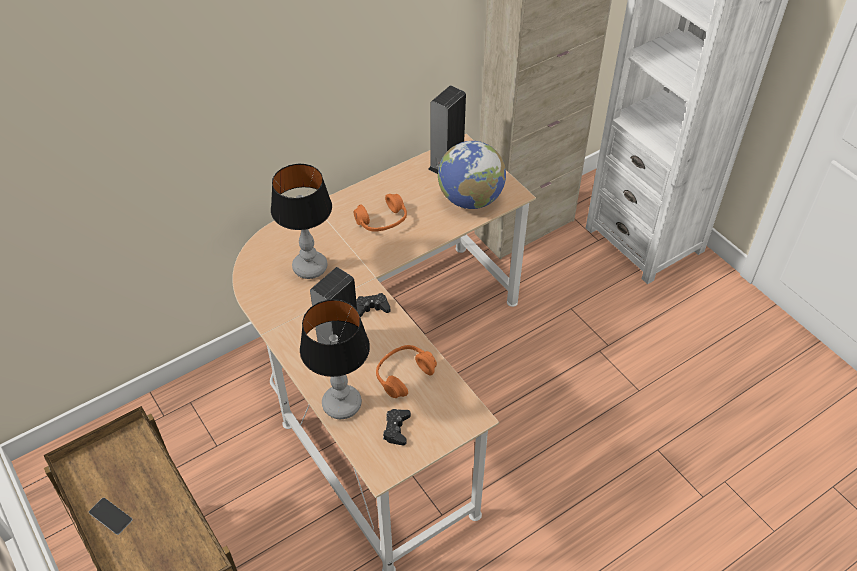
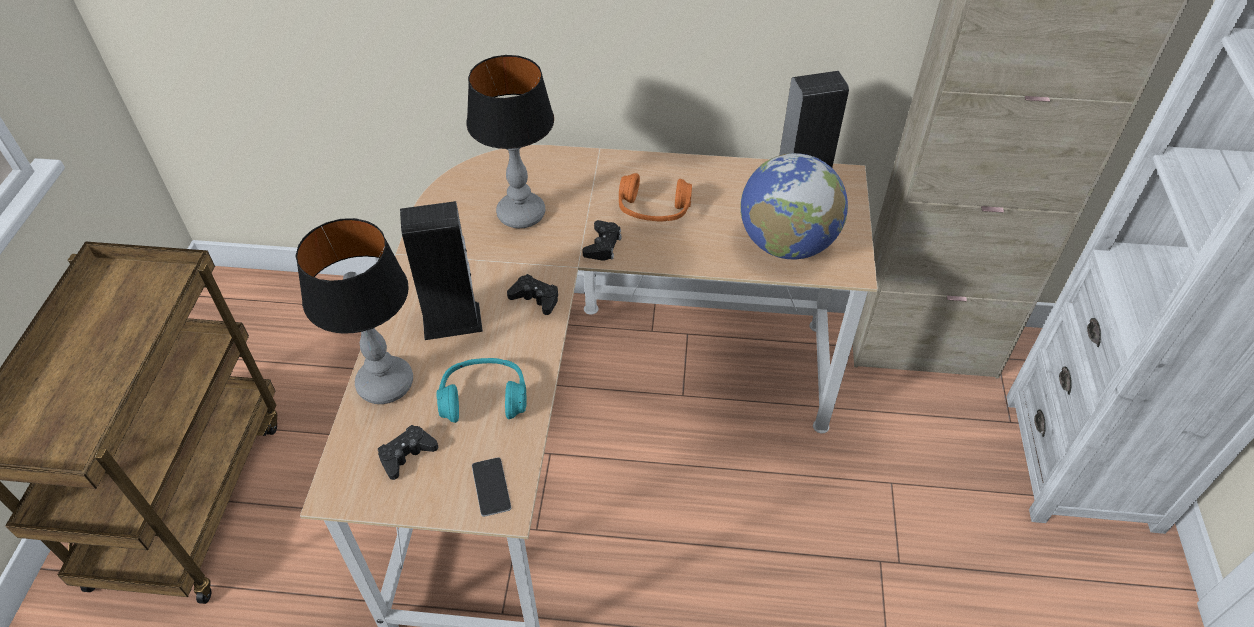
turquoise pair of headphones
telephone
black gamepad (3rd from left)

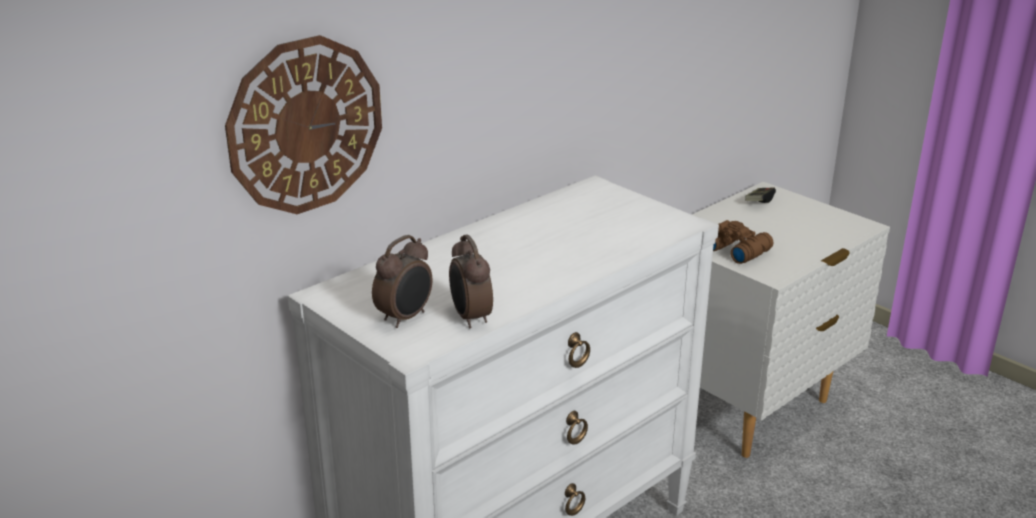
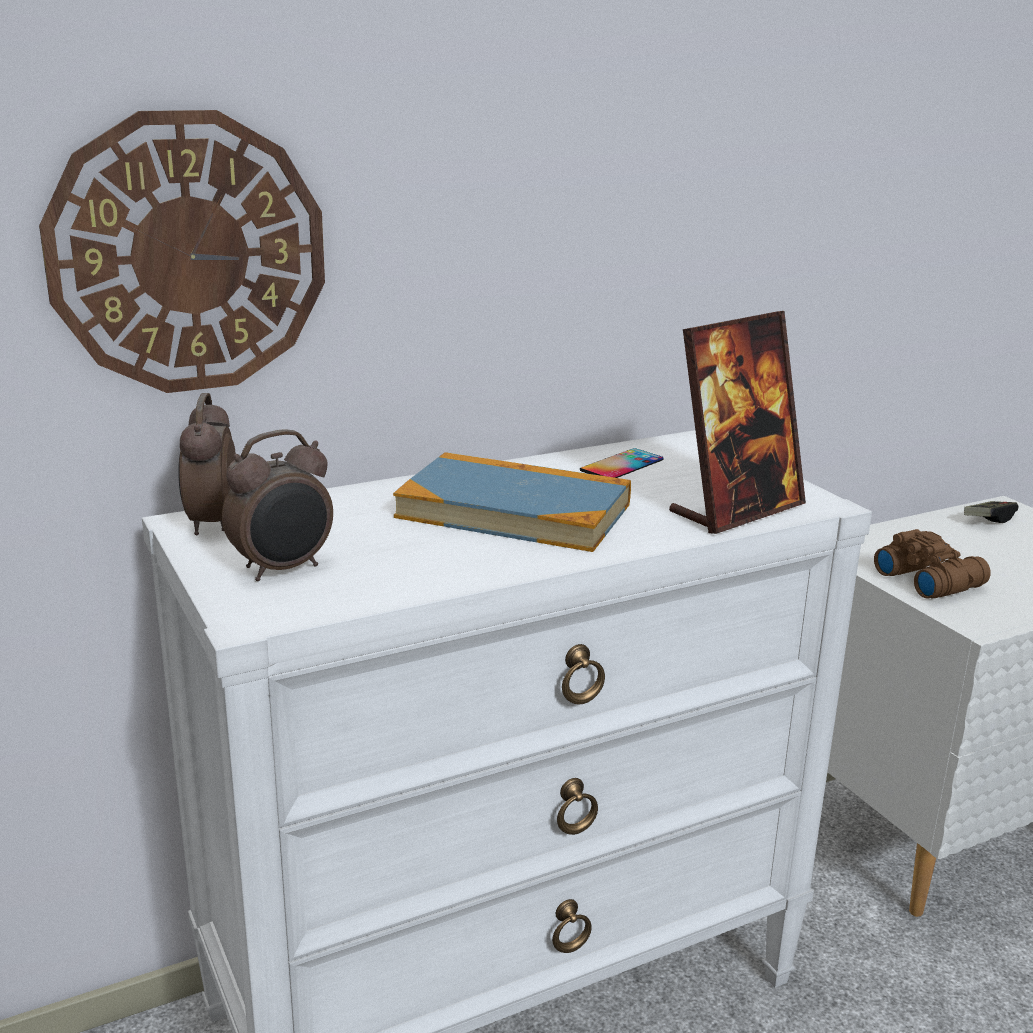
table clock (1st from left)
picture frame
telephone
volume

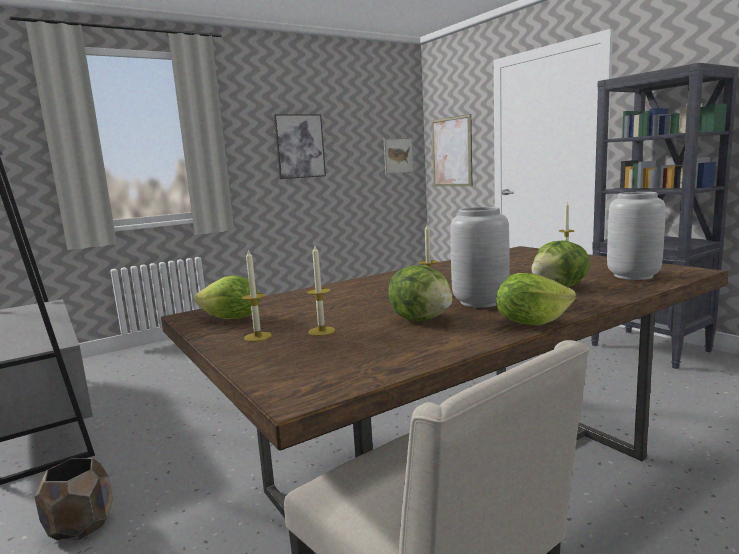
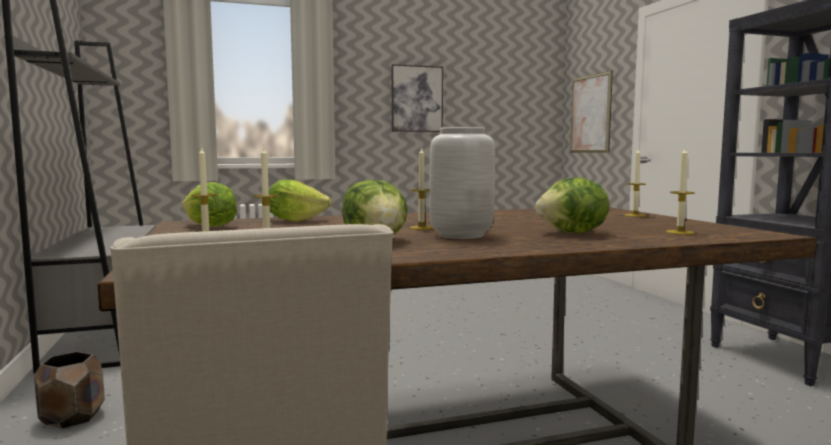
wall picture (2nd from left in the first image)
wax light (5th from left)
lettuce head (2nd from left)

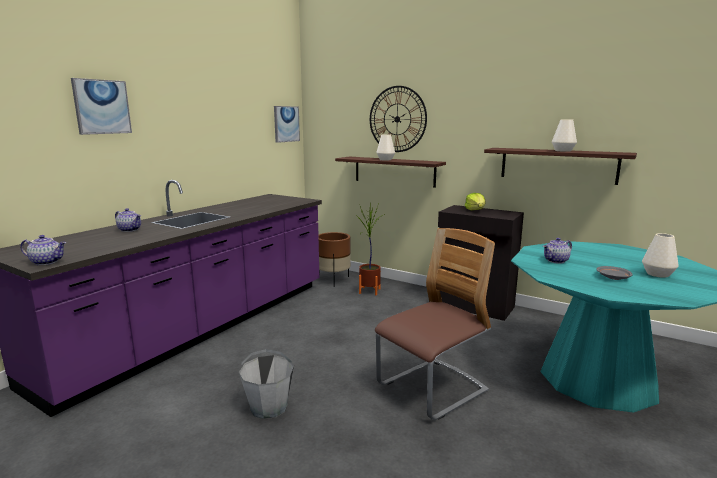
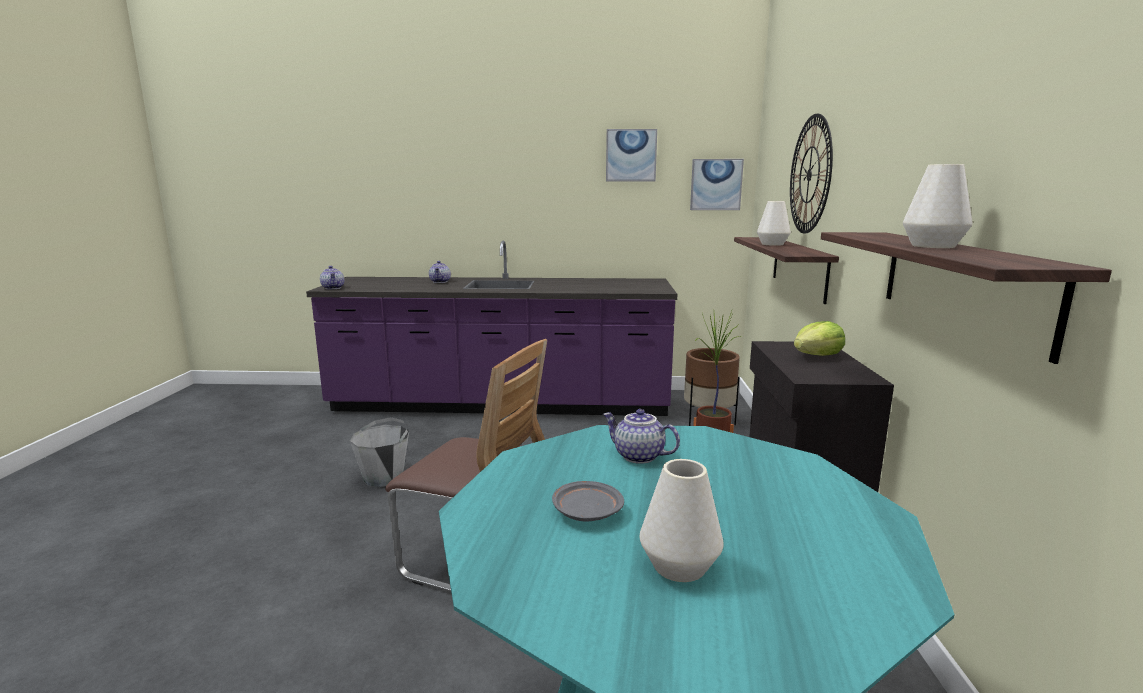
wall picture (1st from left)

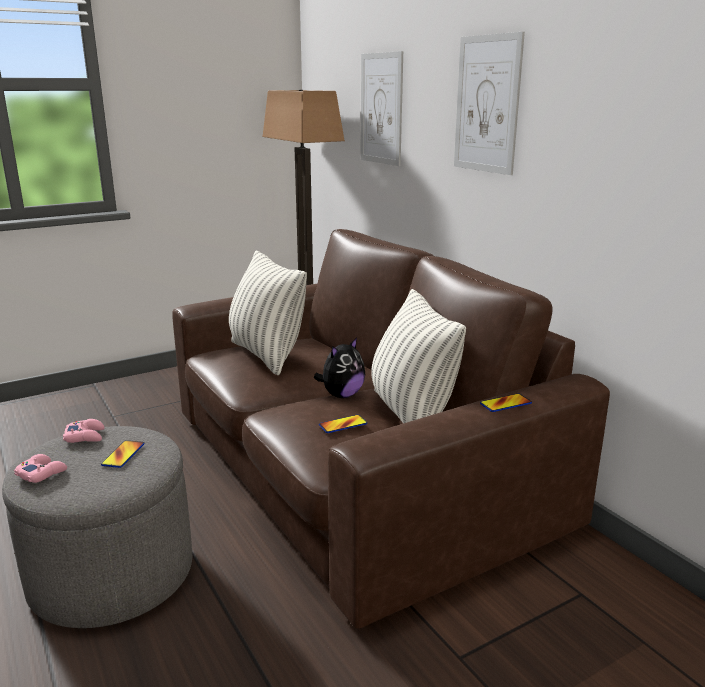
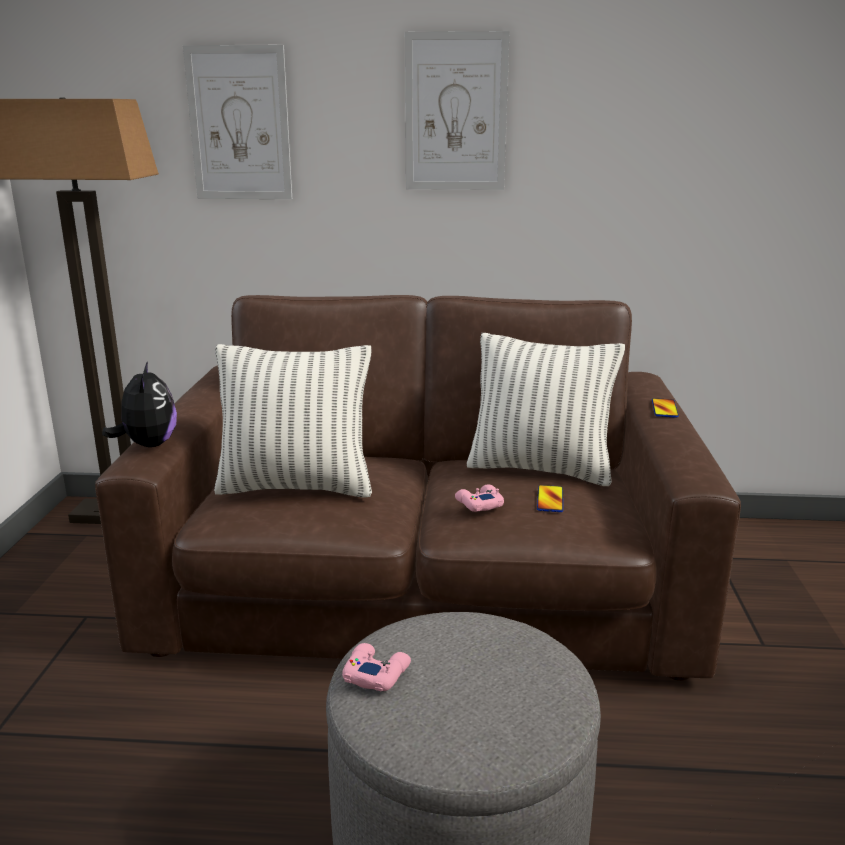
plush toy
telephone (1st from left in the first image)
pinkish gamepad (2nd from left)

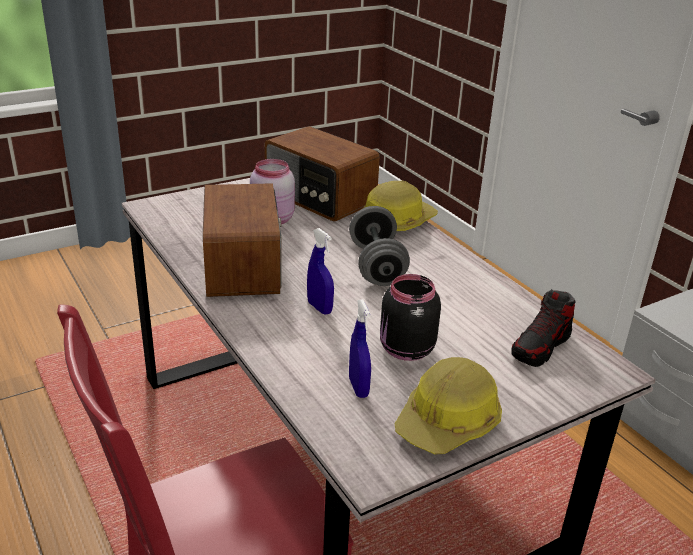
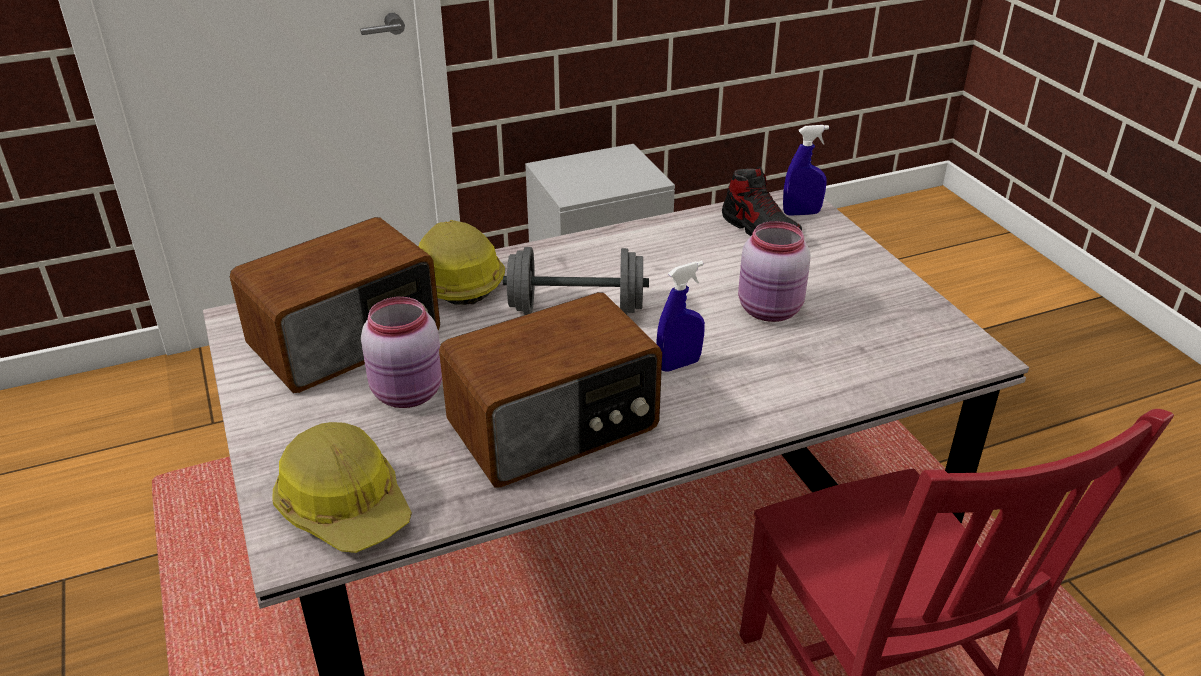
radio receiver (2nd from left)
pinkish jar (2nd from left)
blue-coloured sprayer (2nd from left)
work helmet (1st from left)

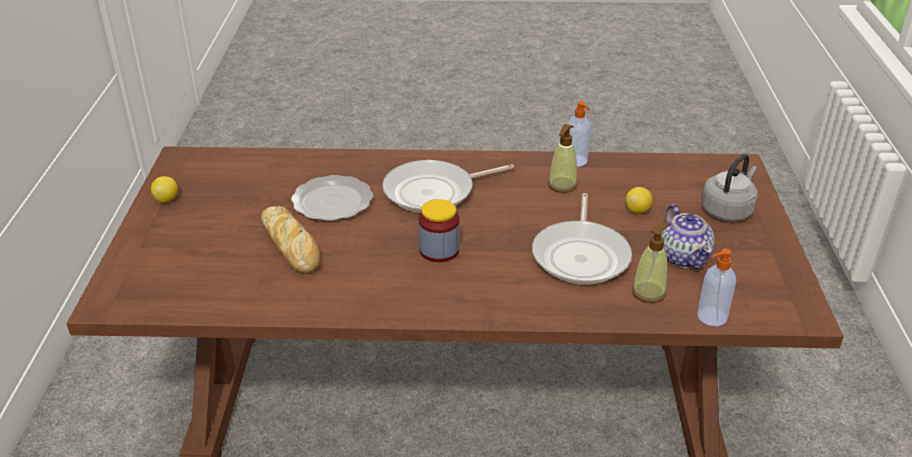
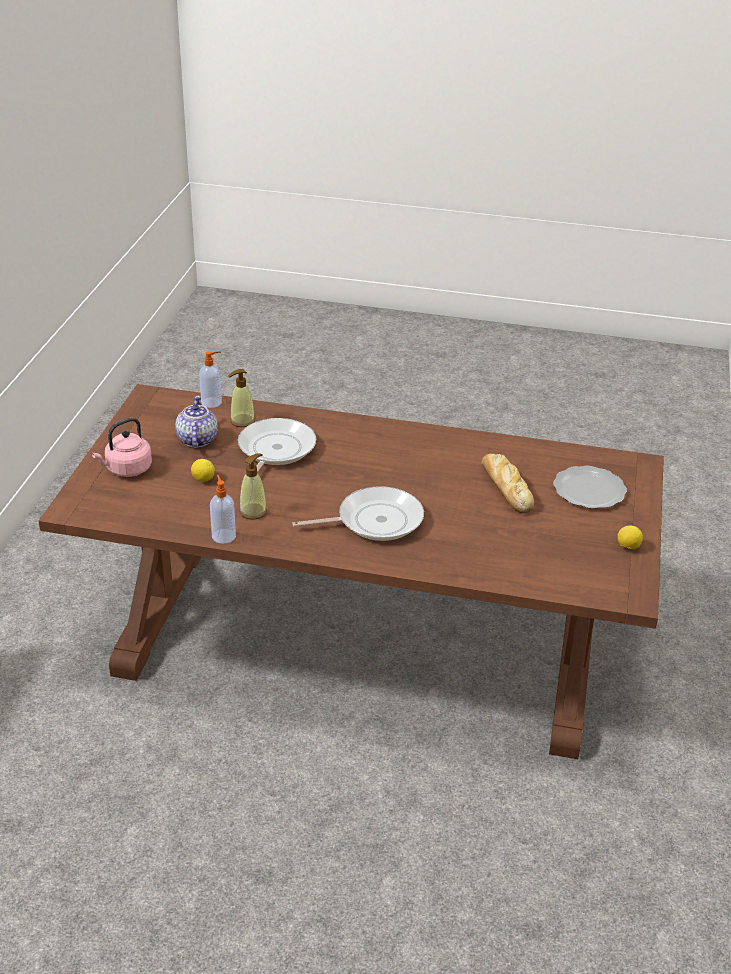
pinkish kettle
dinner plate
jar

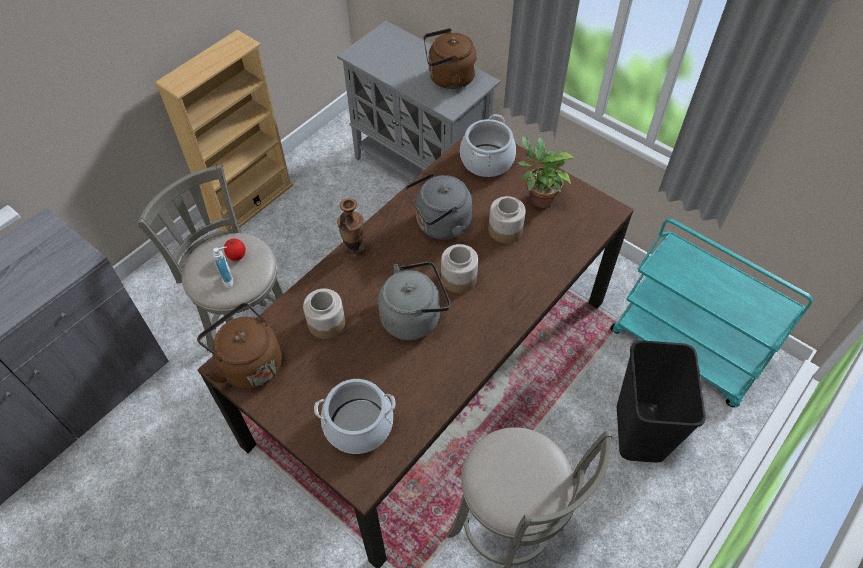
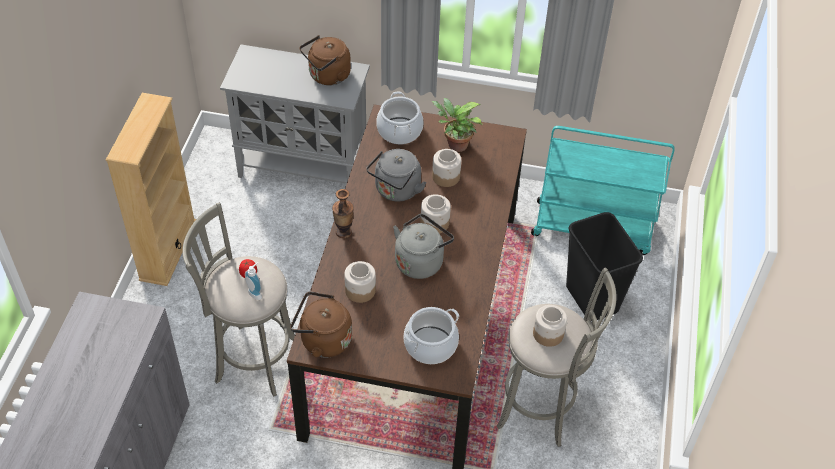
jar (4th from left)

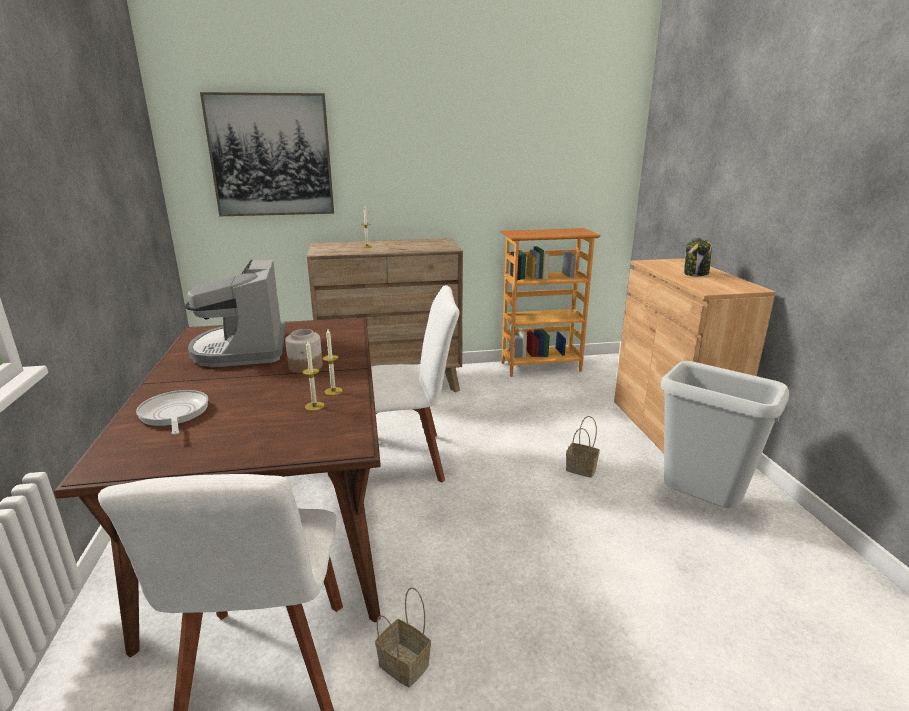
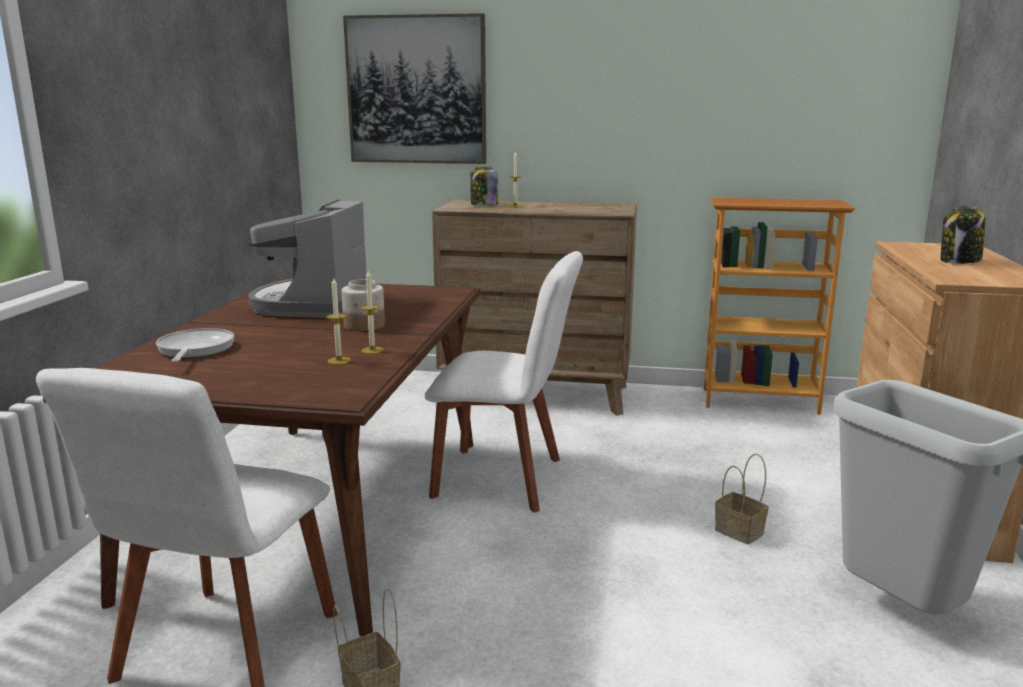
jar (2nd from left)

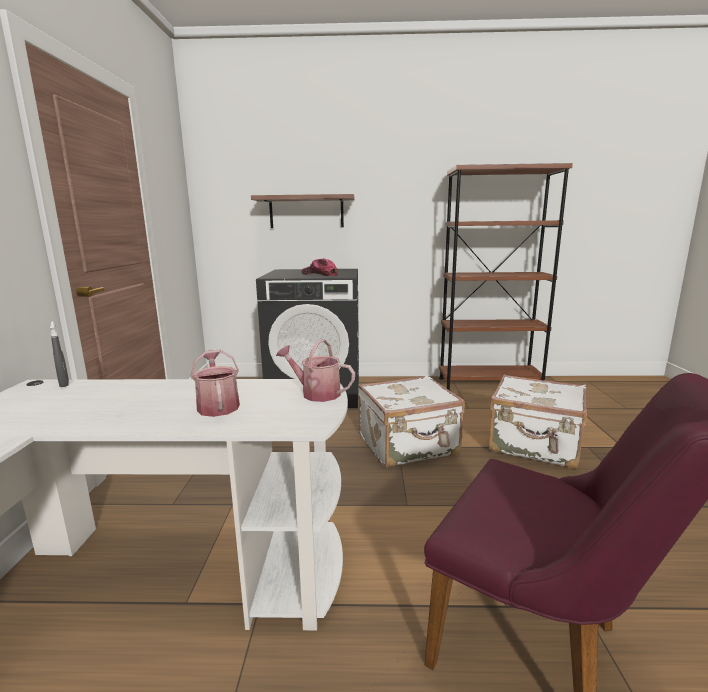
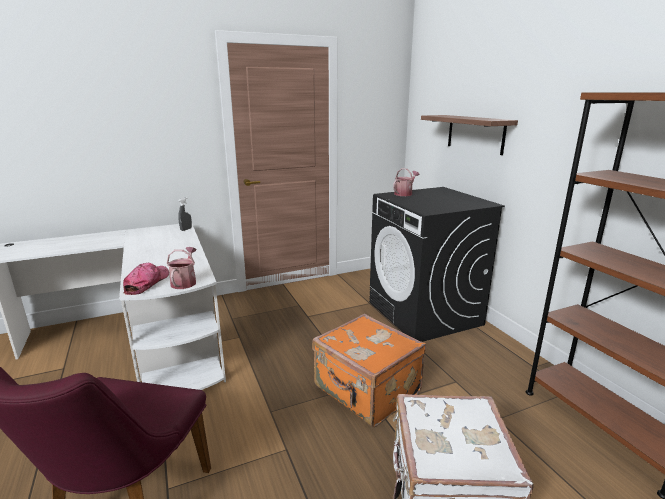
peaked cap
watering pot (2nd from left)
orange-coloured suitcase

